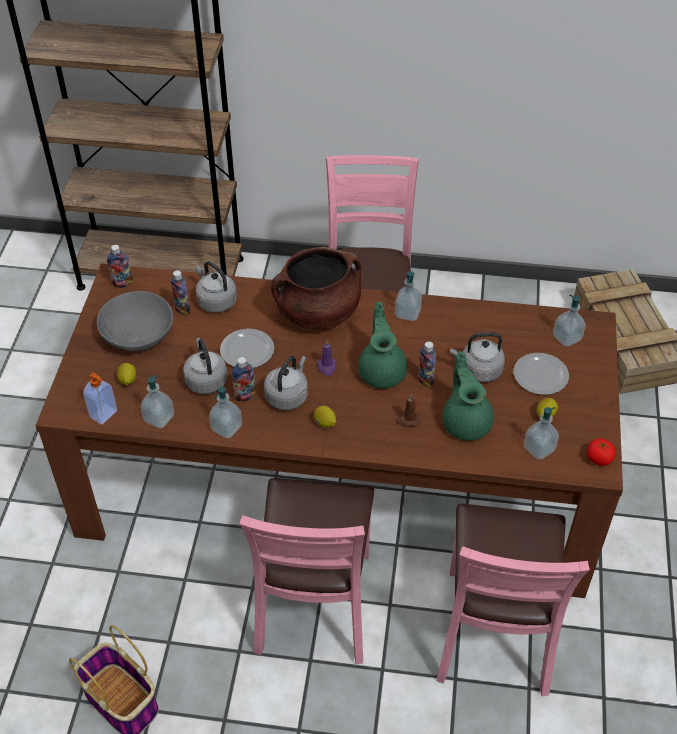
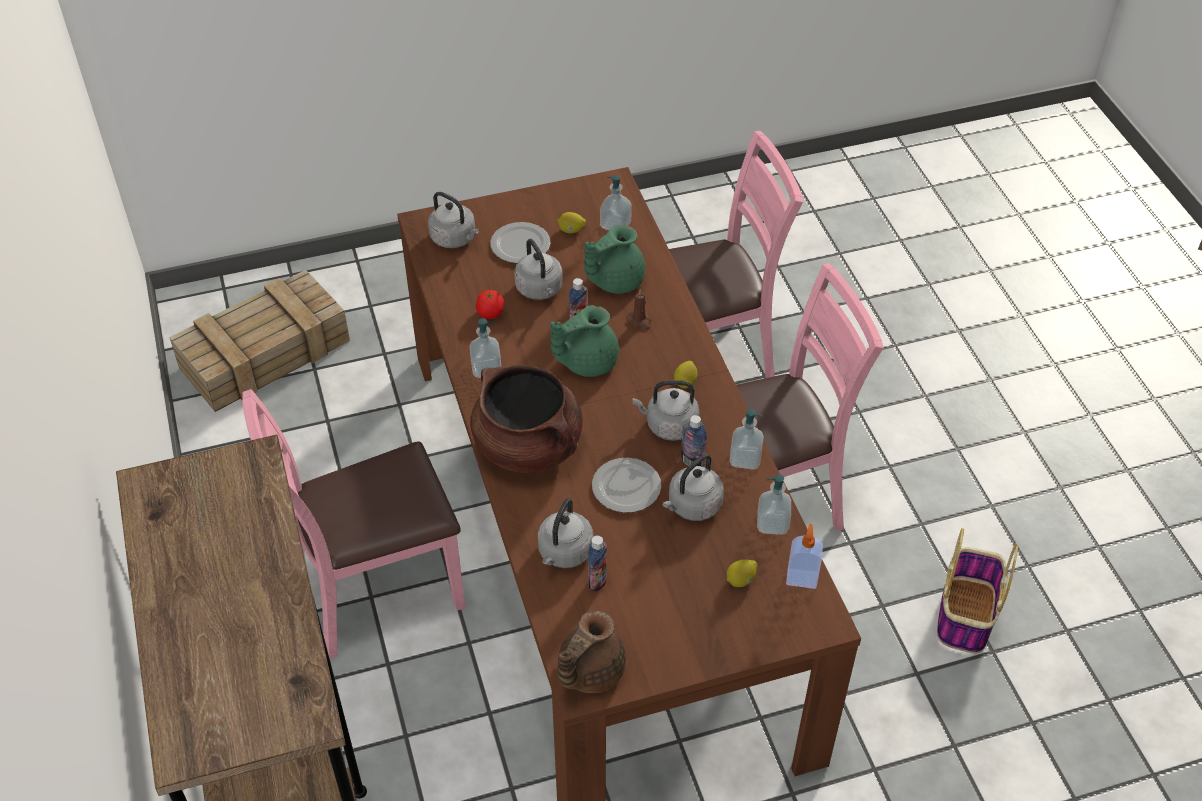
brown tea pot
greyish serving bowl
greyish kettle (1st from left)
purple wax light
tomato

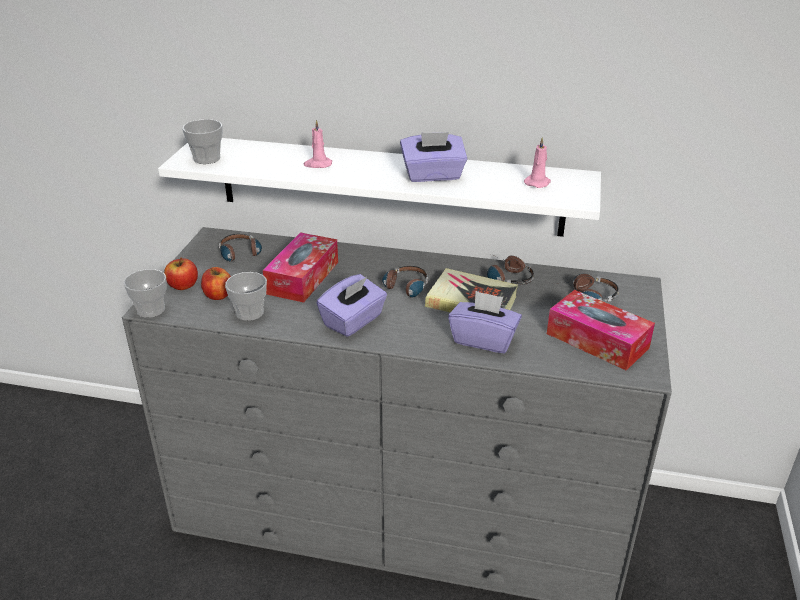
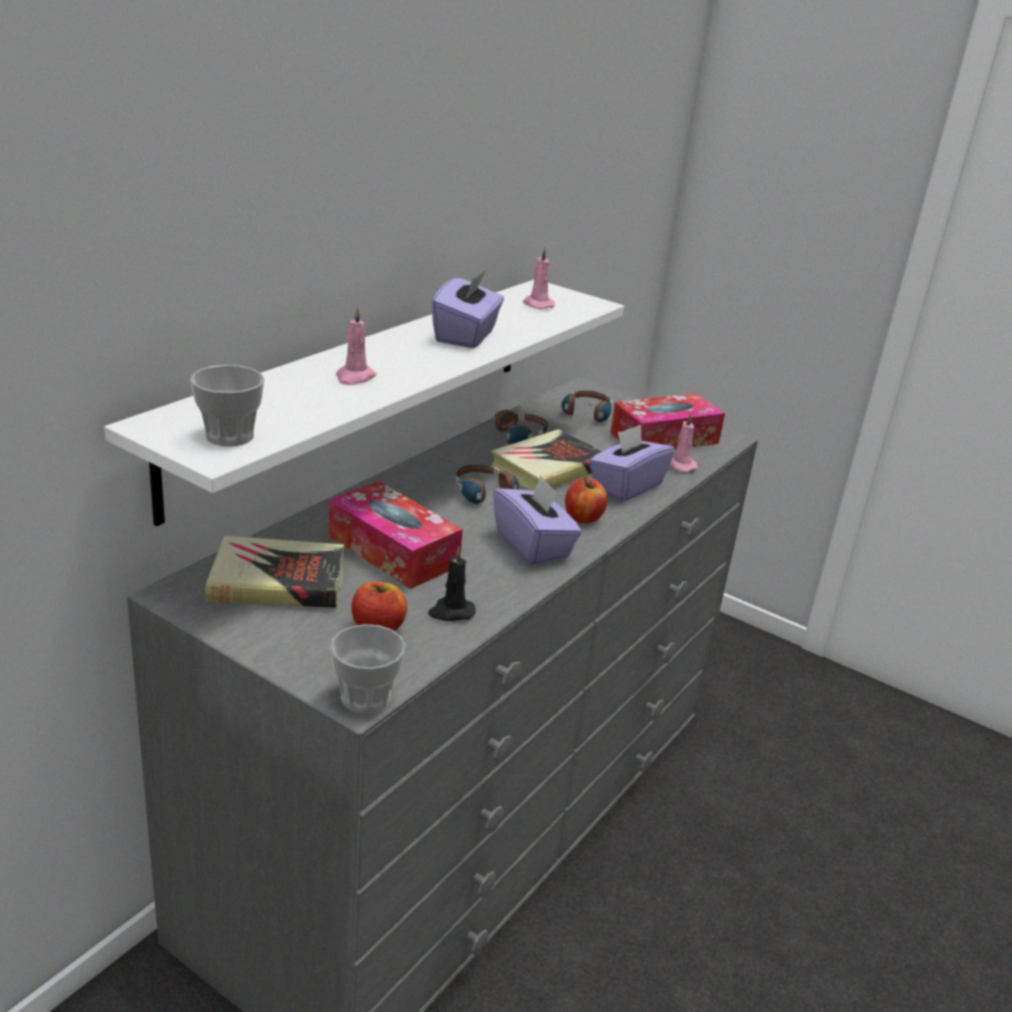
volume (1st from left)
whole apple (2nd from left)
black wax light
pinkish wax light (3rd from left)

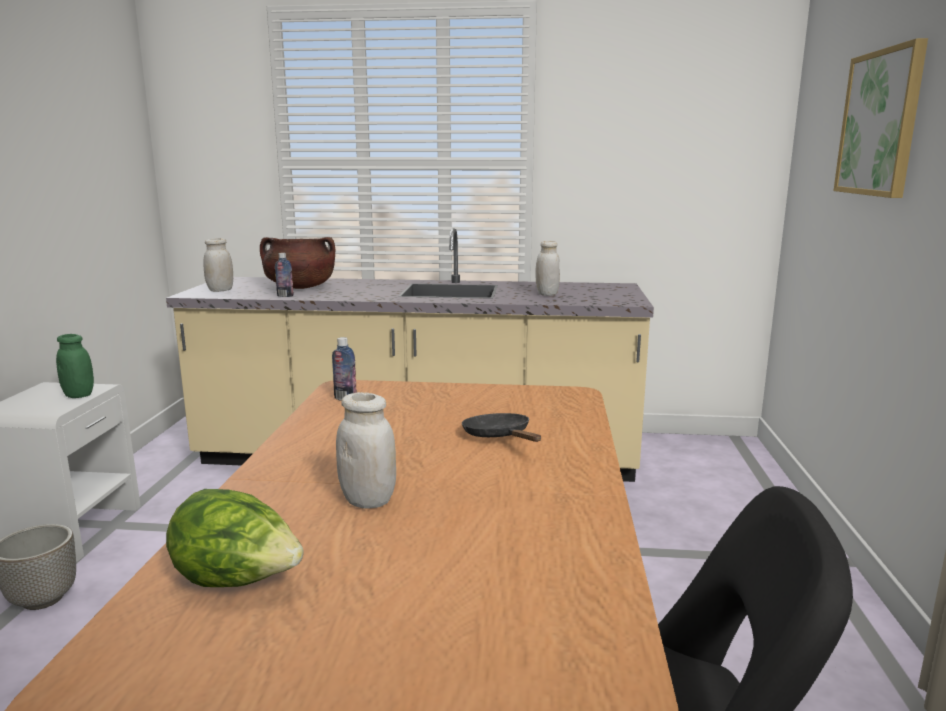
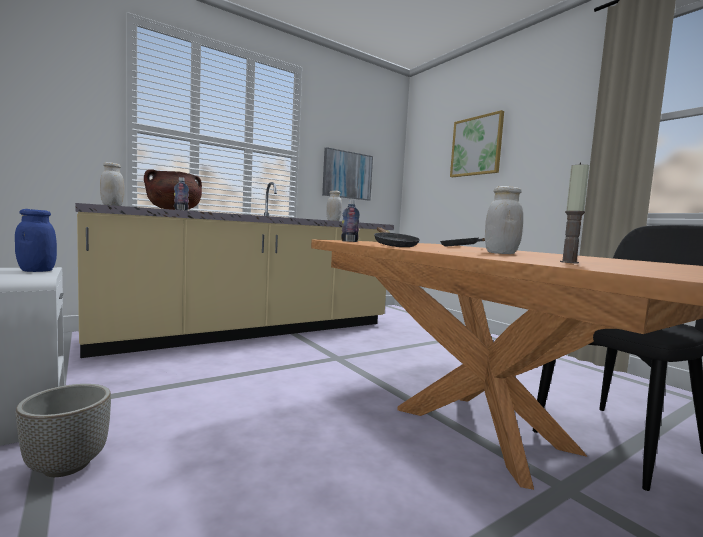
blue-coloured jar
wax light
wall picture (1st from left)
black skillet (1st from left)

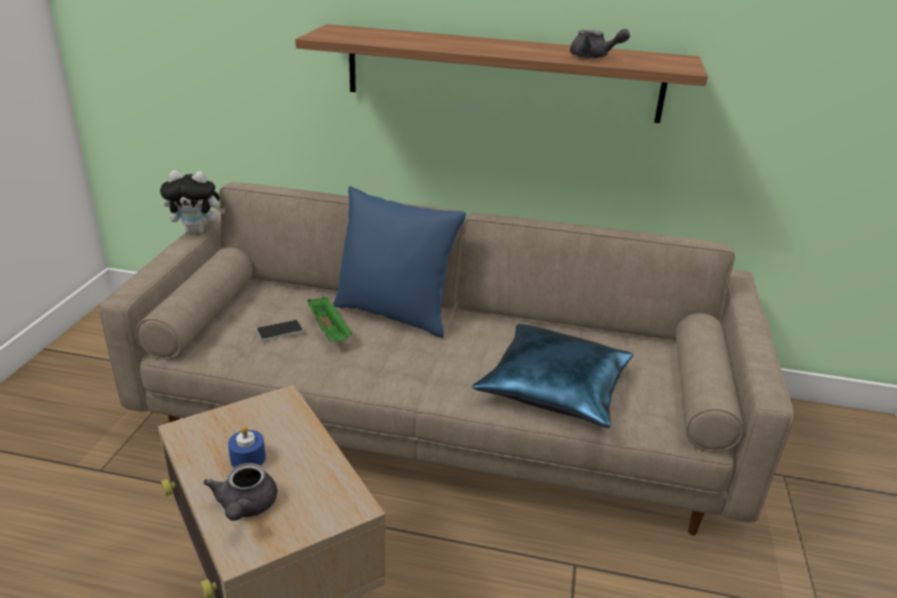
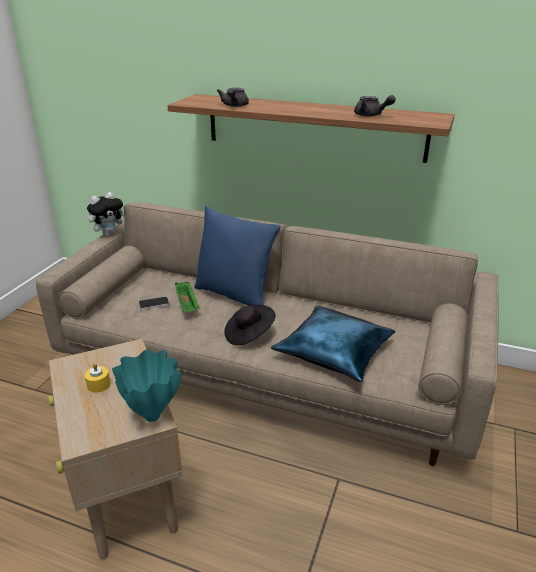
plush toy
yellowish wax light
greyish tea pot (1st from left)
black wearable hat
turquoise vase

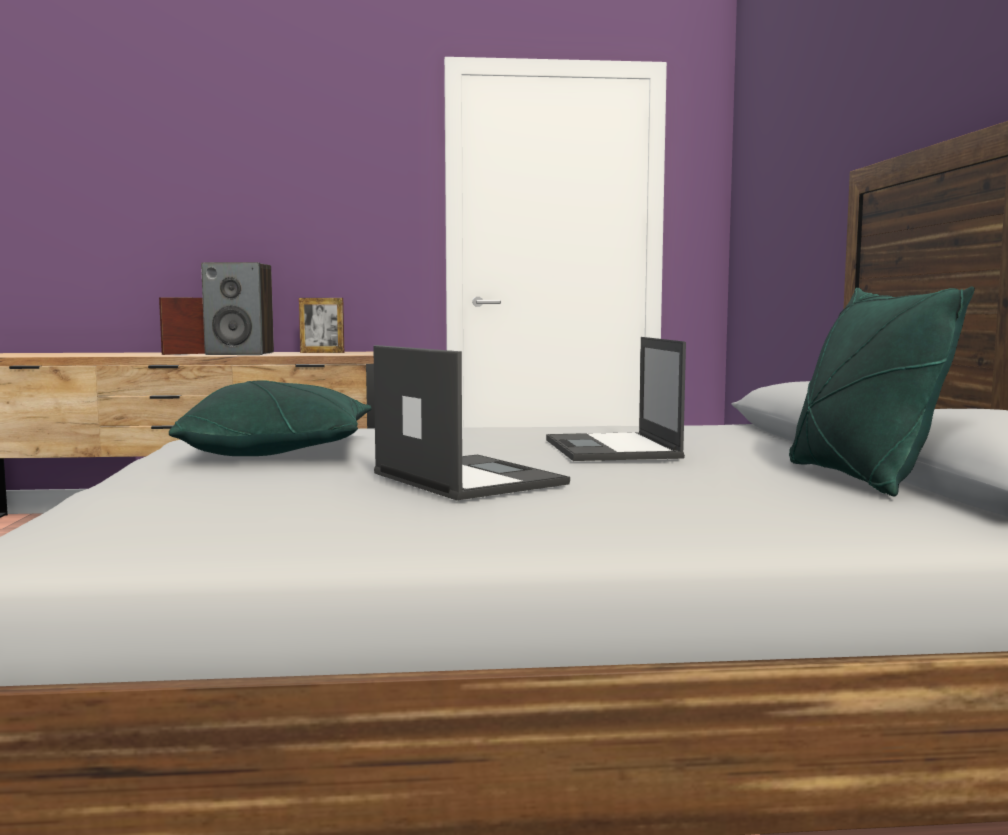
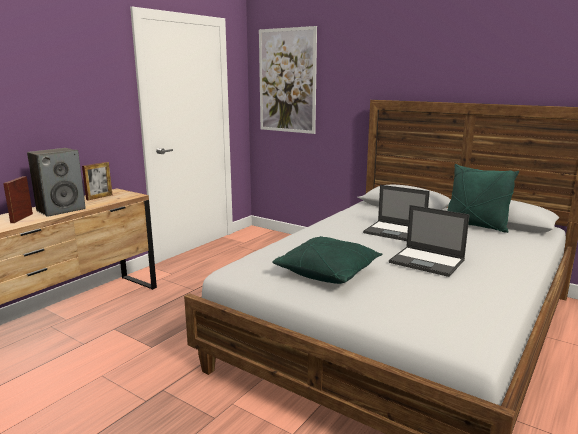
laptop (2nd from left)
wall picture

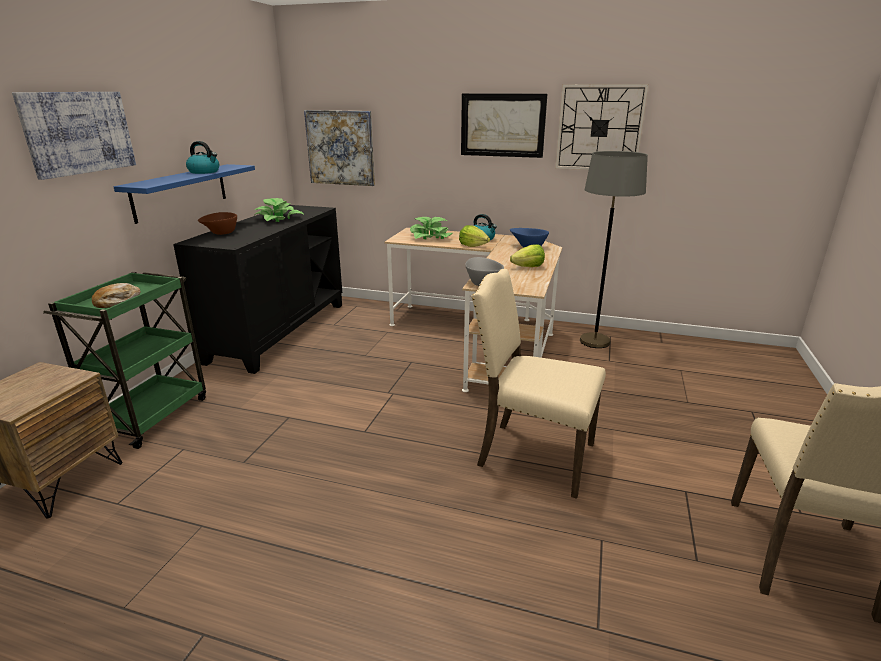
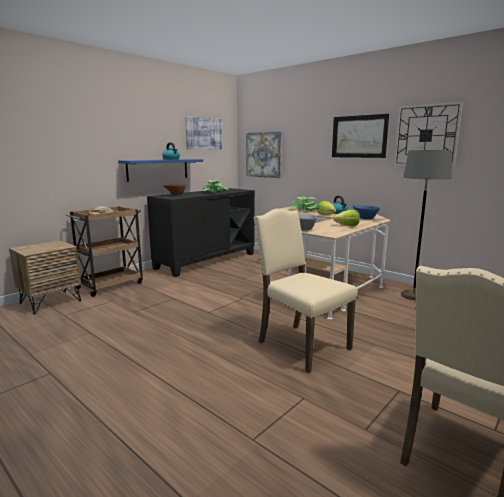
wall picture (1st from left)
brown cart

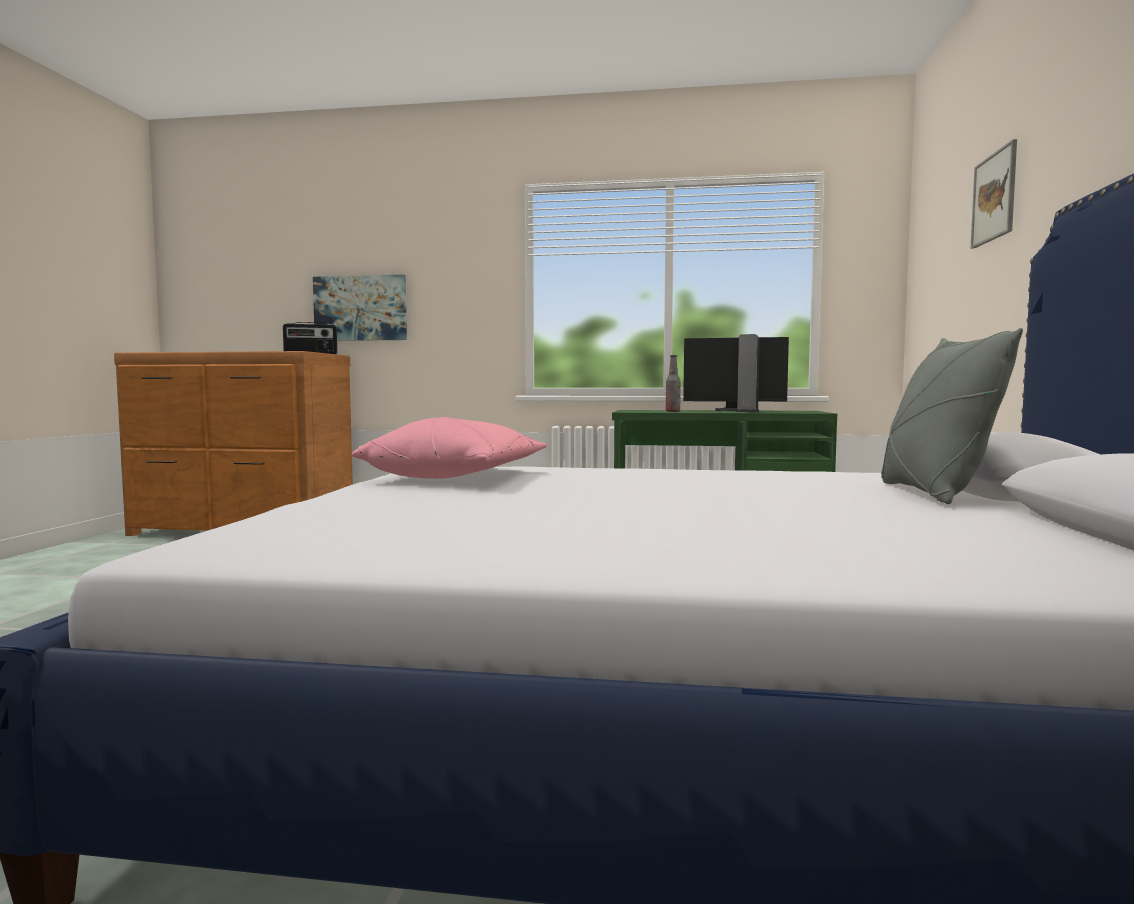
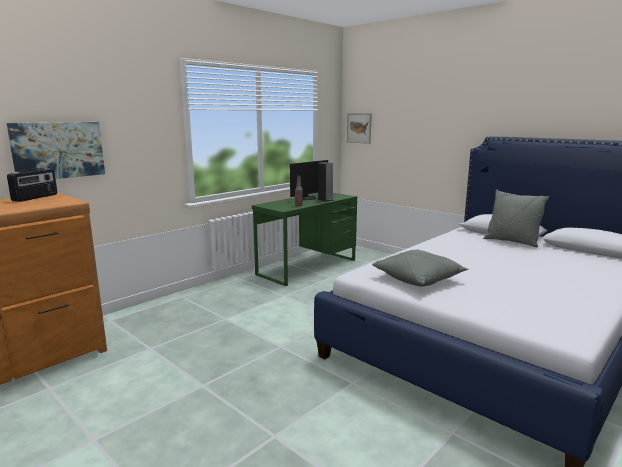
wall picture (2nd from left)
greyish throw pillow (1st from left)

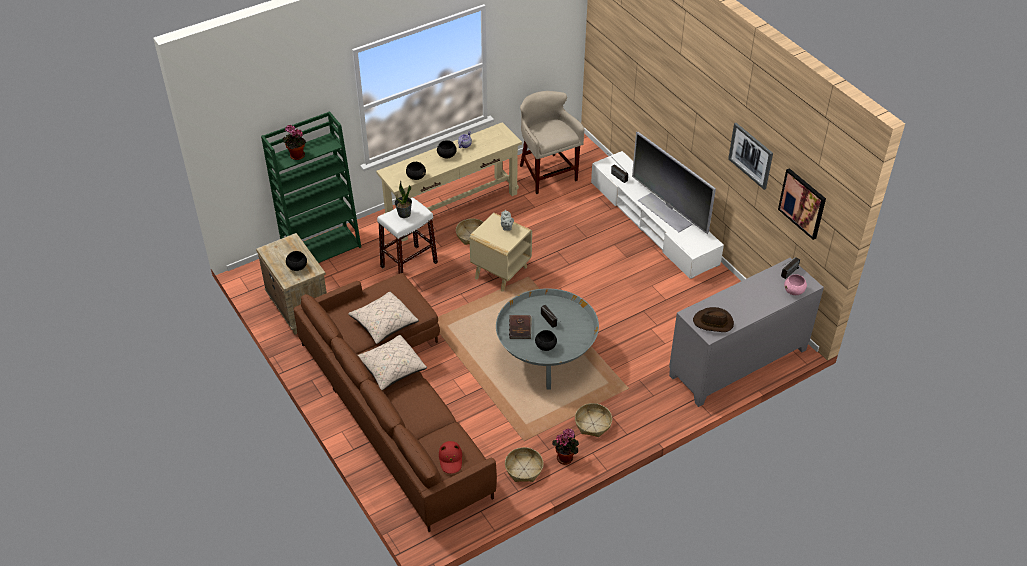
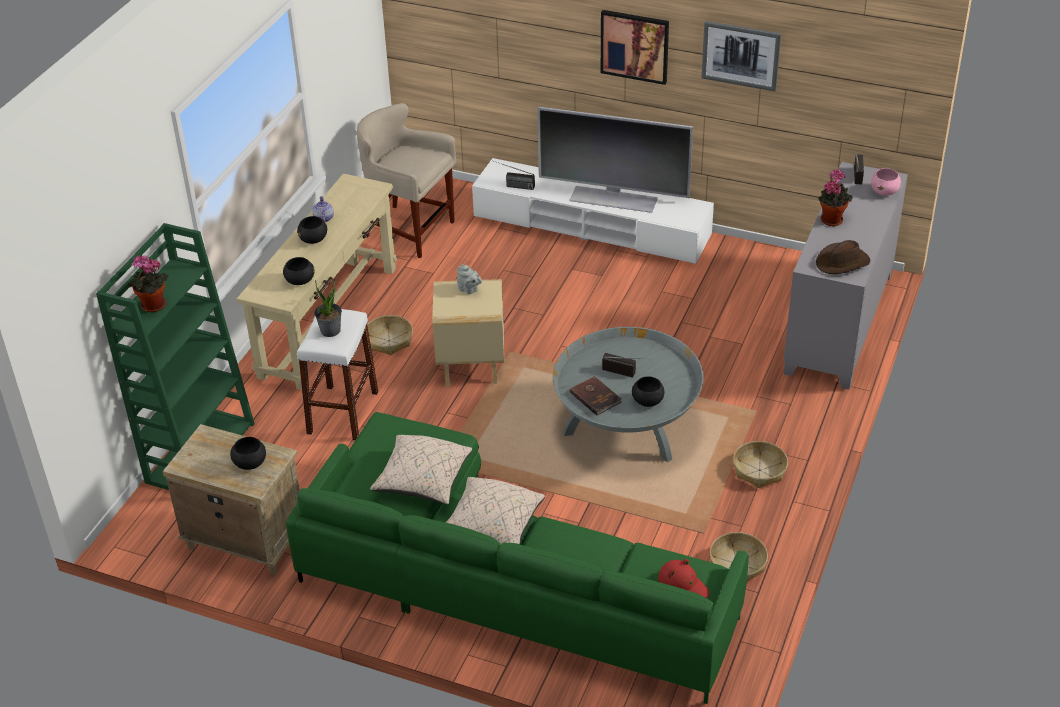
wall picture (1st from left)
green-coloured sofa
houseplant (3rd from left)

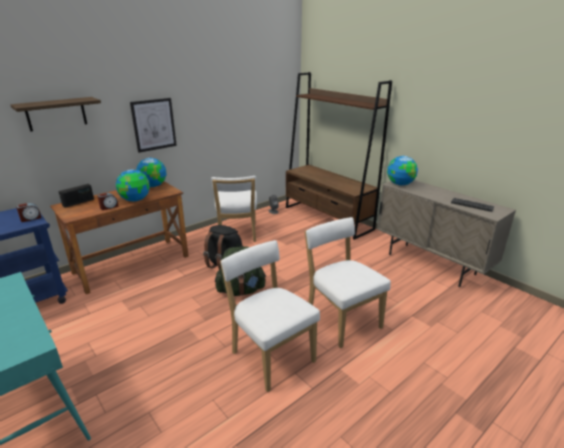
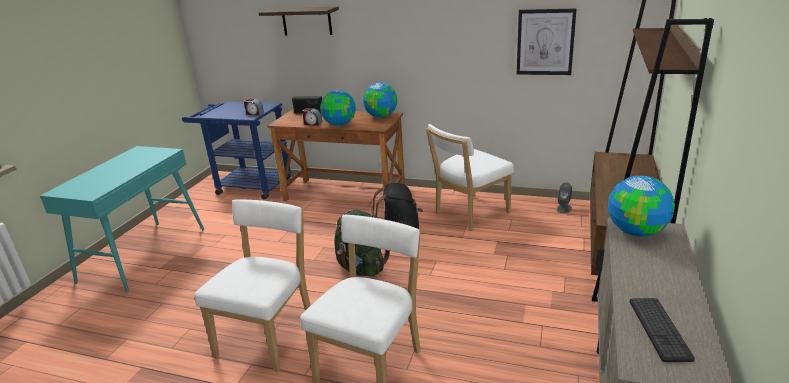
wall picture

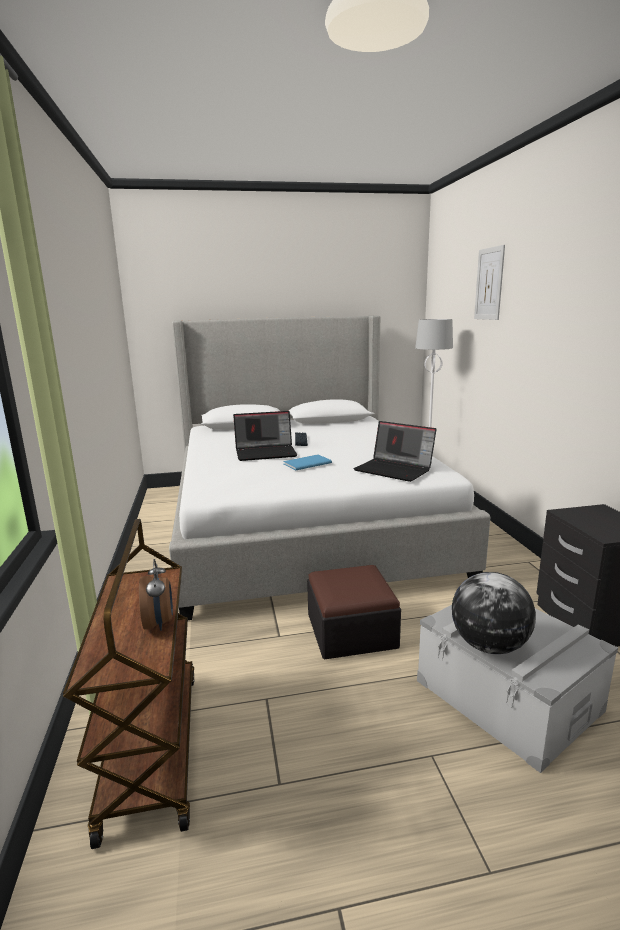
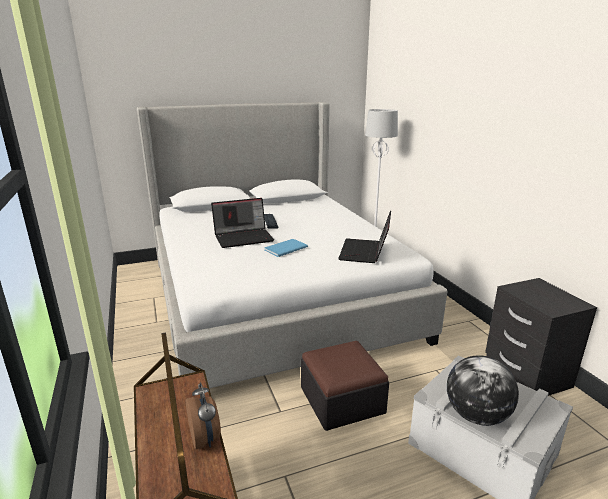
wall picture
laptop (2nd from left)

